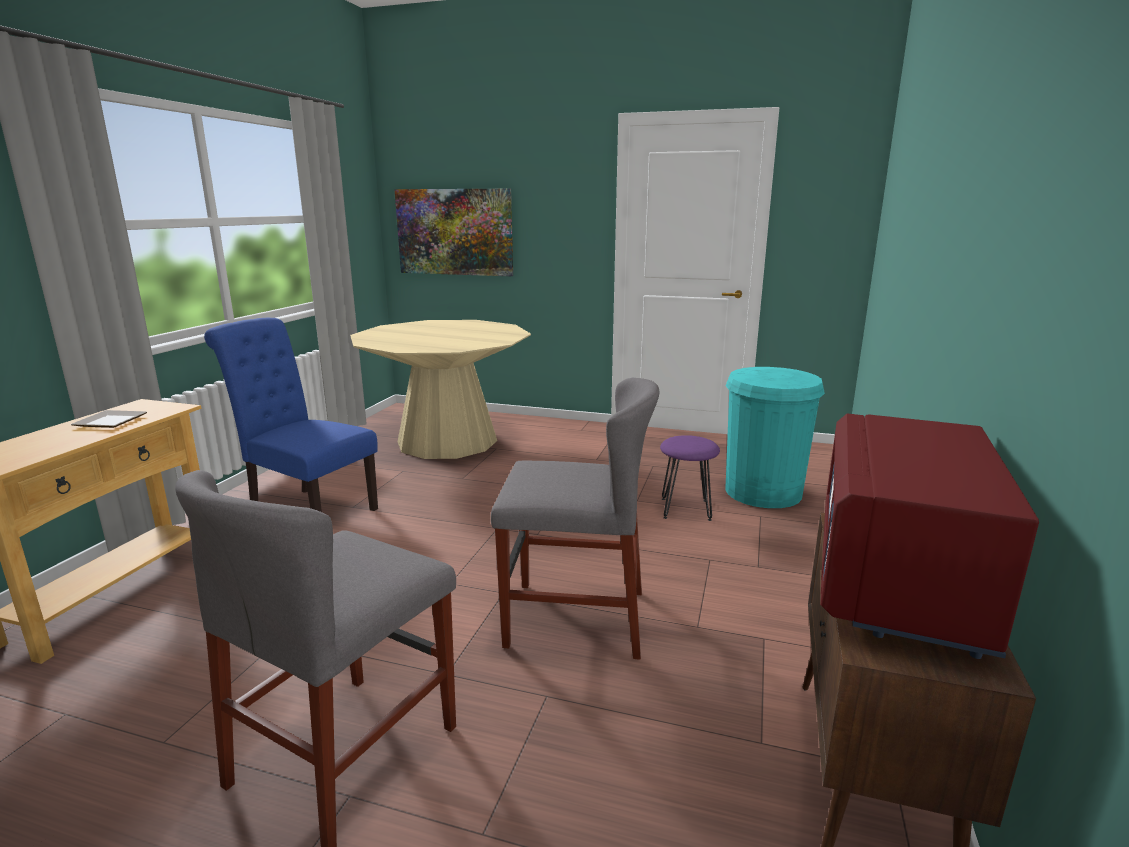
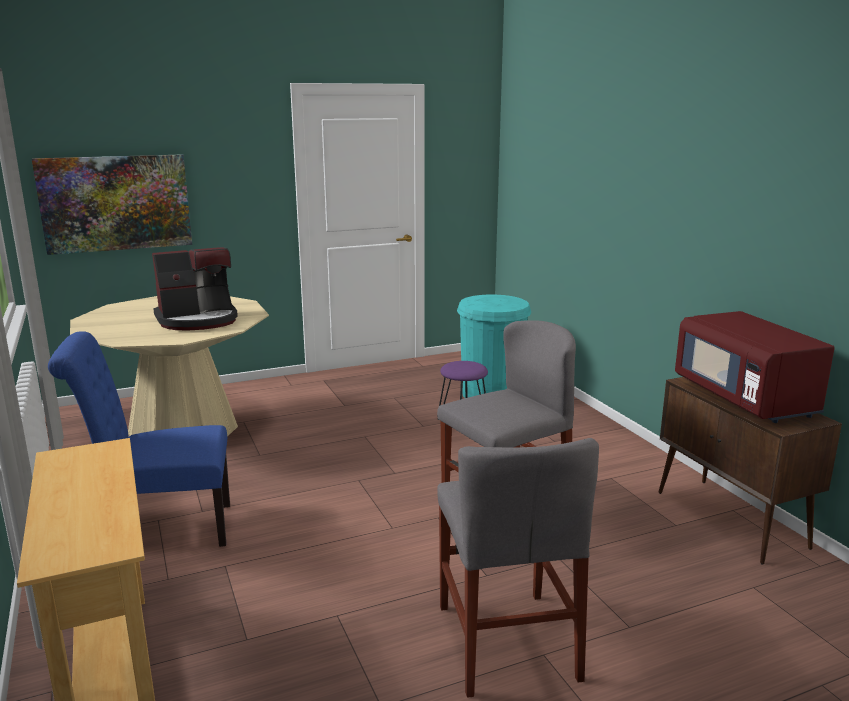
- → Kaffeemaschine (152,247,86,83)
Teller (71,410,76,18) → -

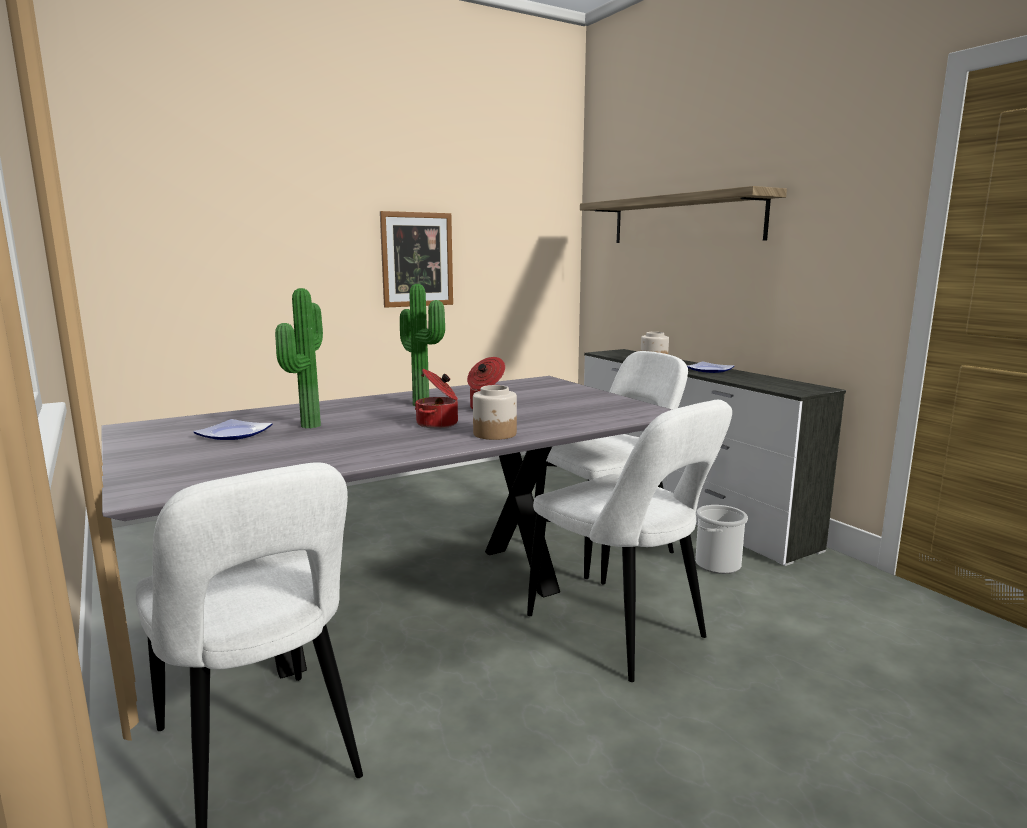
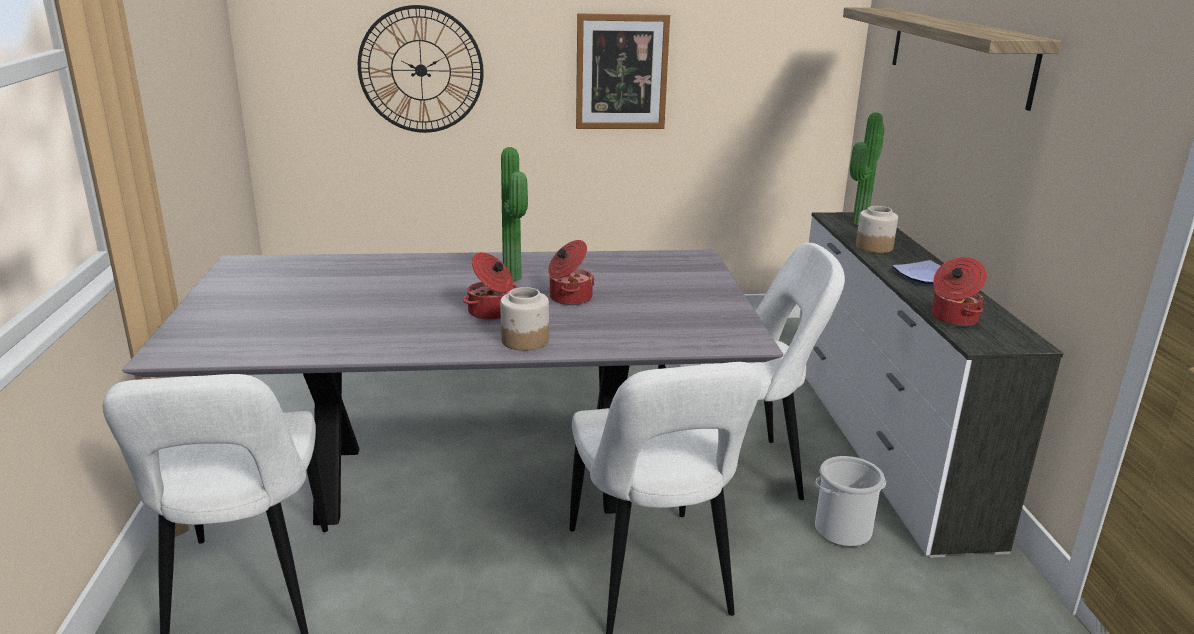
- → Wanduhr (358,5,126,128)
Topfpflanze (275,288,48,140) → Topfpflanze (850,112,35,113), move
- → Kochtopf (932,257,55,69)
Teller (193,419,79,21) → -

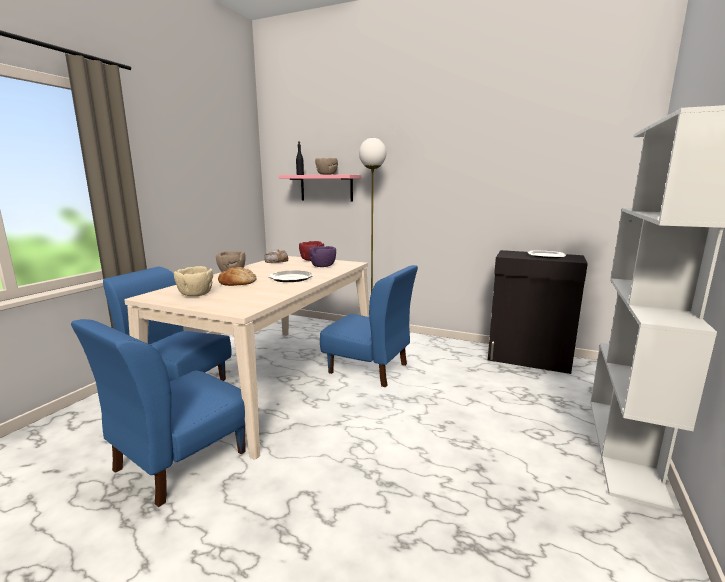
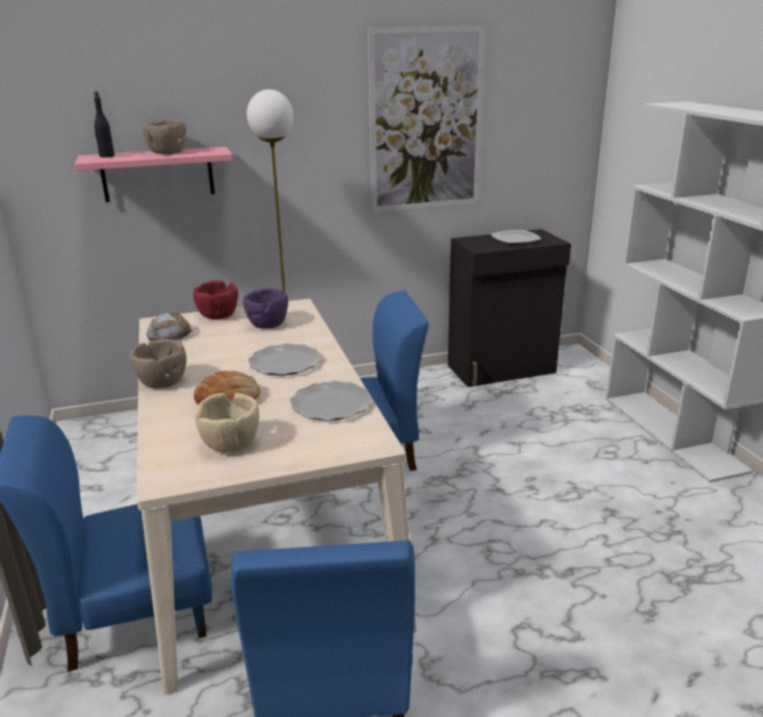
- → Teller (290,381,82,40)
- → Bild (368,25,117,187)

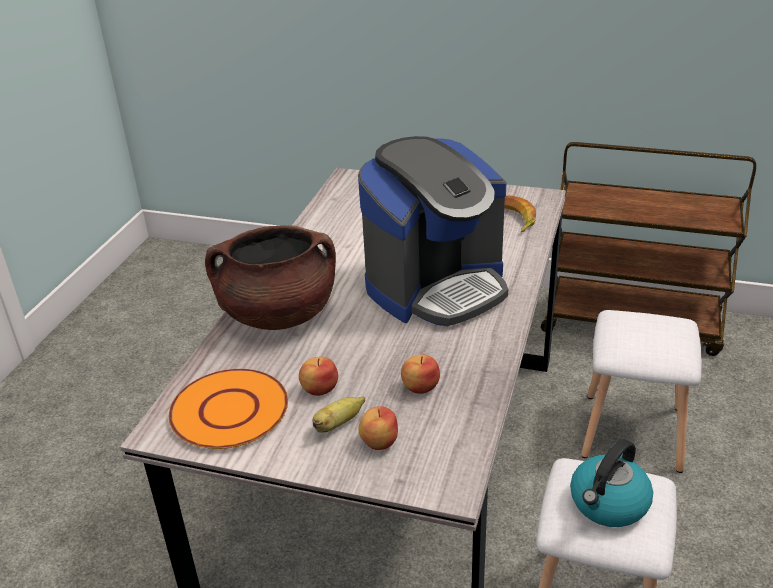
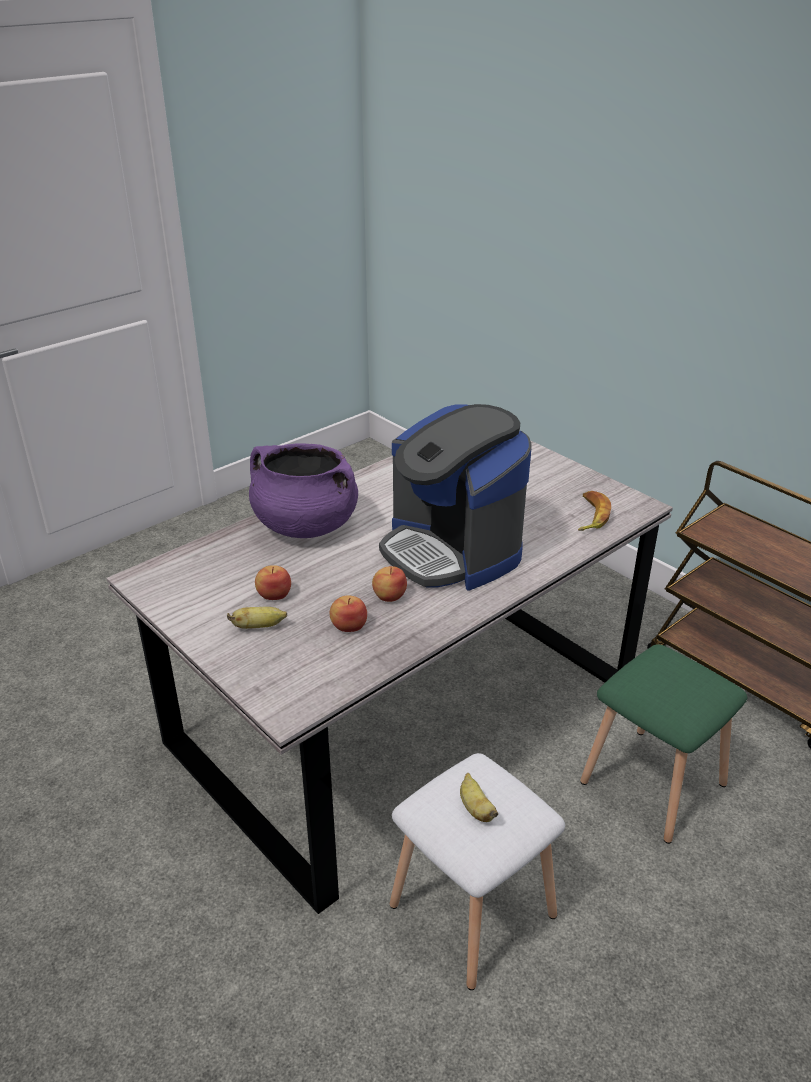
Kochtopf/braun (205,225,131,105) → Kochtopf/lila (249,443,109,95)
Apfel (358,406,40,44) → Apfel (372,566,35,36), move
Kaffeemaschine (358,136,150,190) → Kaffeemaschine (379,404,152,186), 60 degrees clockwise
Wasserkessel (570,439,83,88) → Banane (460,773,38,49)
Hocker/weiß (581,310,121,163) → Hocker/grün (580,644,167,200)
Teller/orange (169,369,119,80) → -

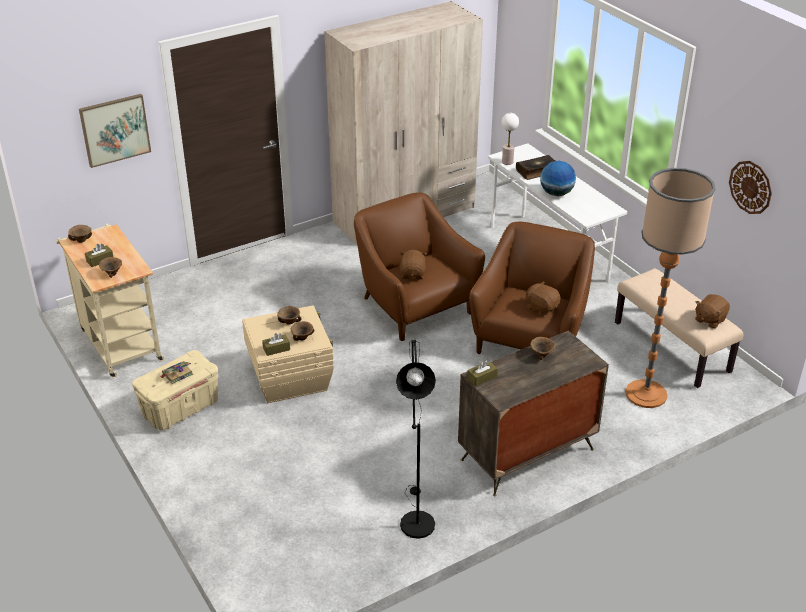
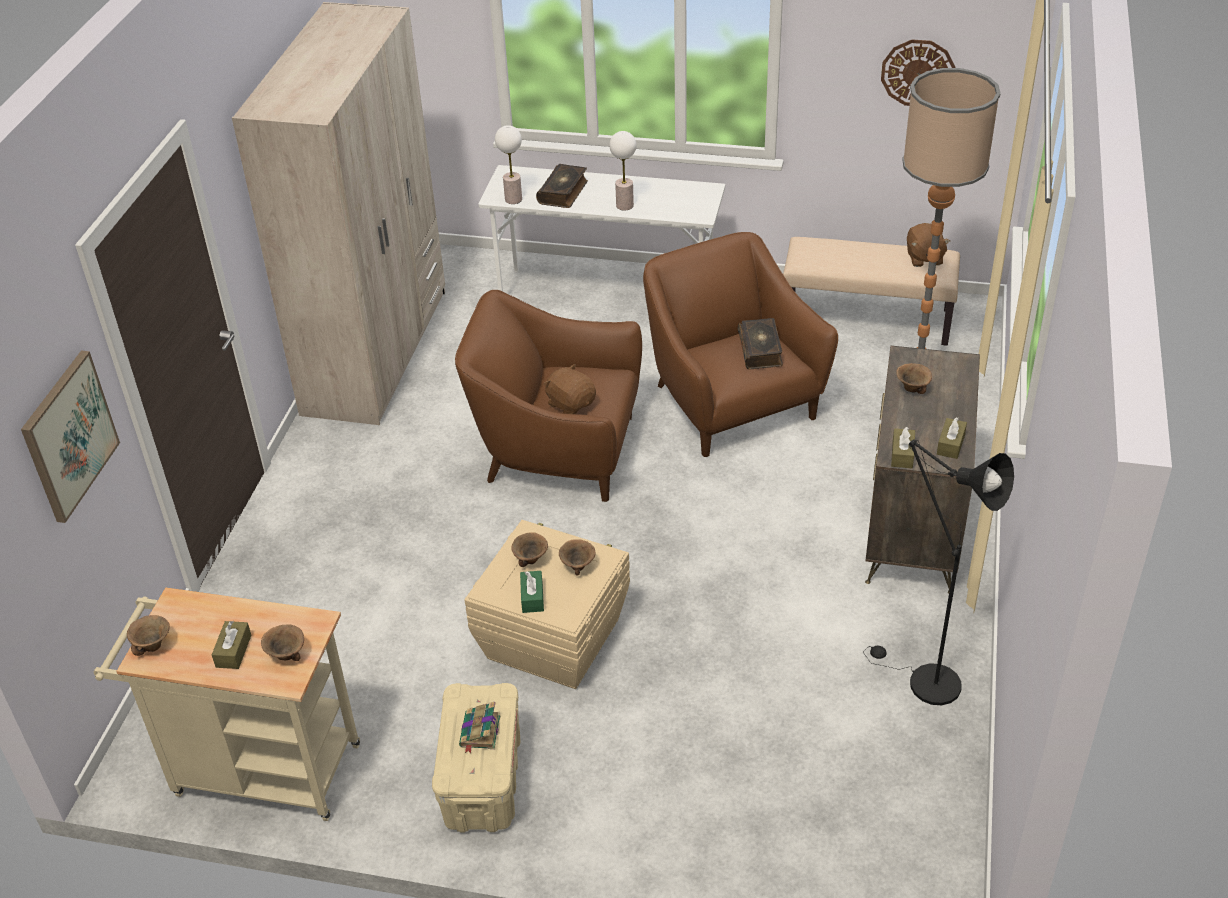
- → Taschentuchbox/grün (520,571,24,42)
Globus (540,161,36,35) → Tischlampe (609,131,28,80)
Plüschtier/braun (526,281,35,35) → Buch (738,318,45,51)
Taschentuchbox/braun (262,333,28,23) → Taschentuchbox/braun (937,417,30,42), move

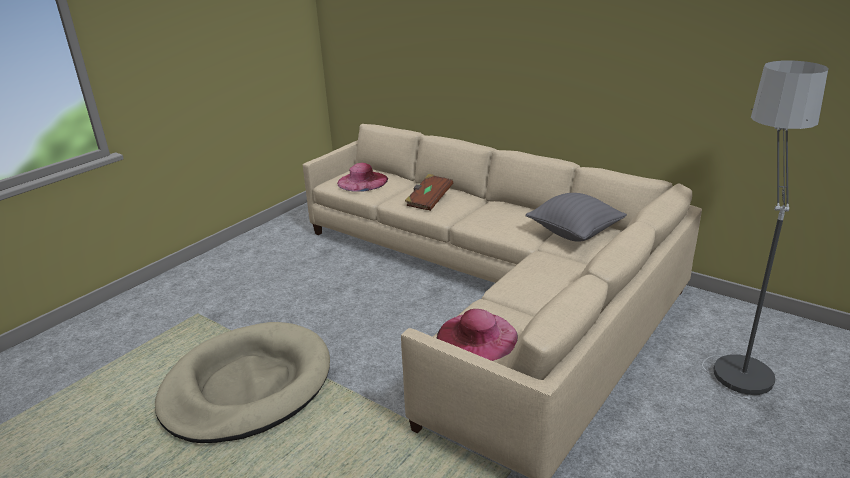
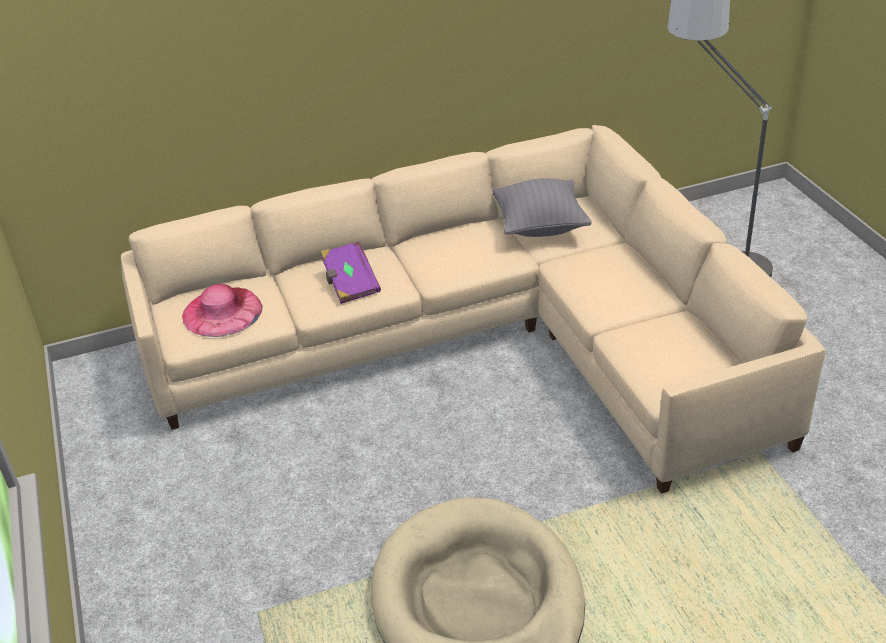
Buch/braun (405,174,48,37) → Buch/lila (320,242,61,62)
Hut/rosa (437,309,81,52) → -

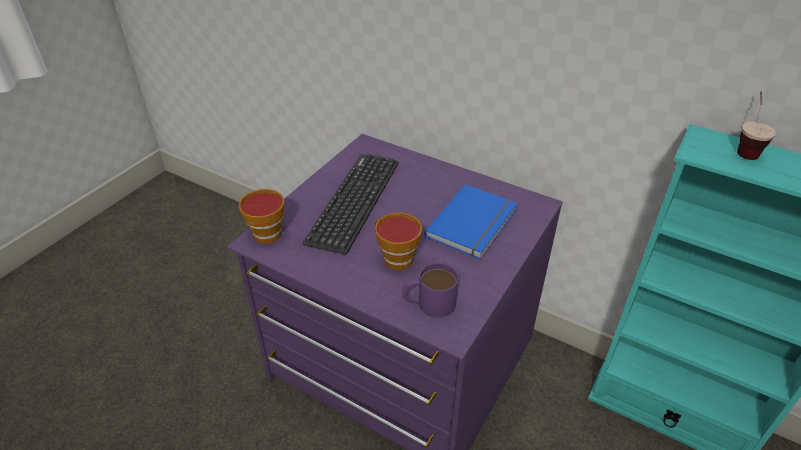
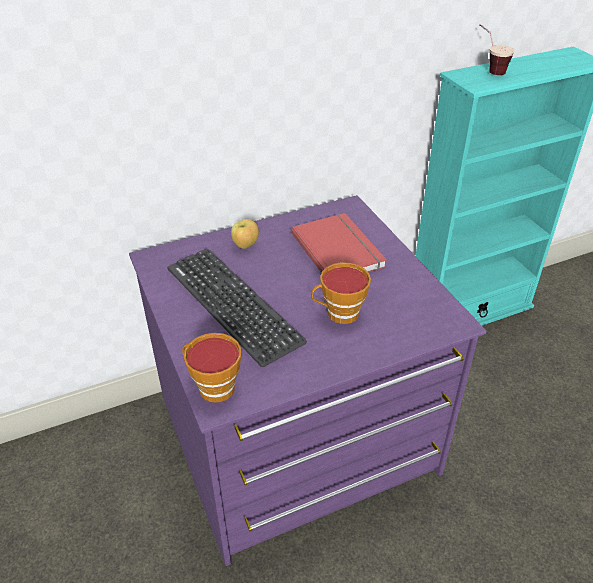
- → Apfel (231,219,28,30)
Buch/blau (424,185,93,74) → Buch/rot (291,213,96,60)
Henkelbecher/lila (402,263,56,54) → -

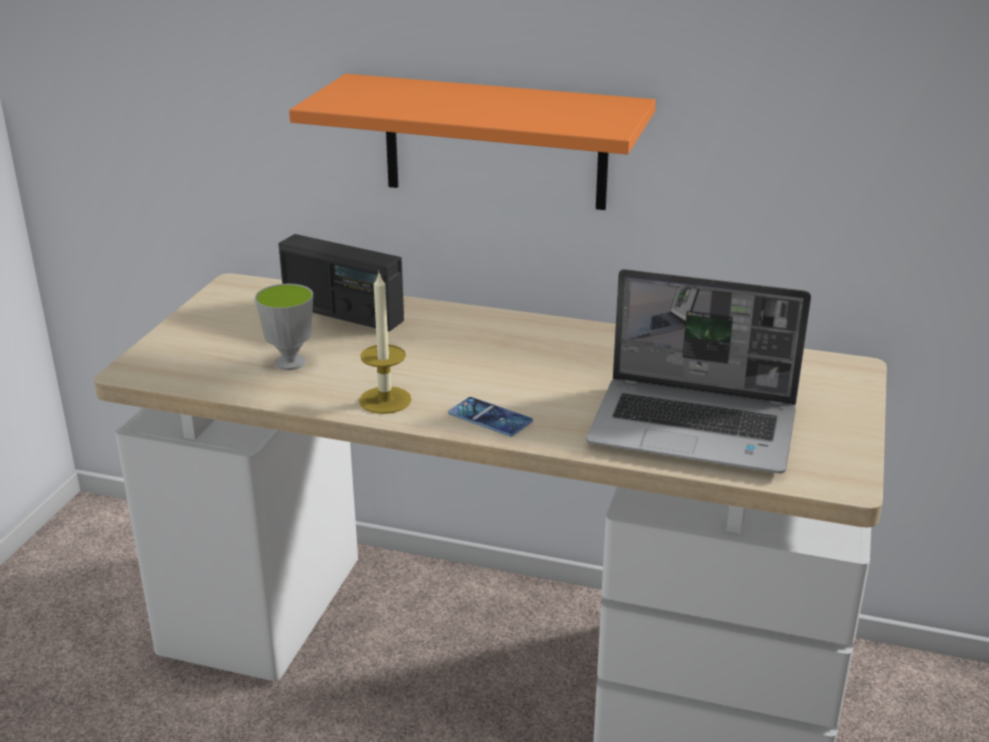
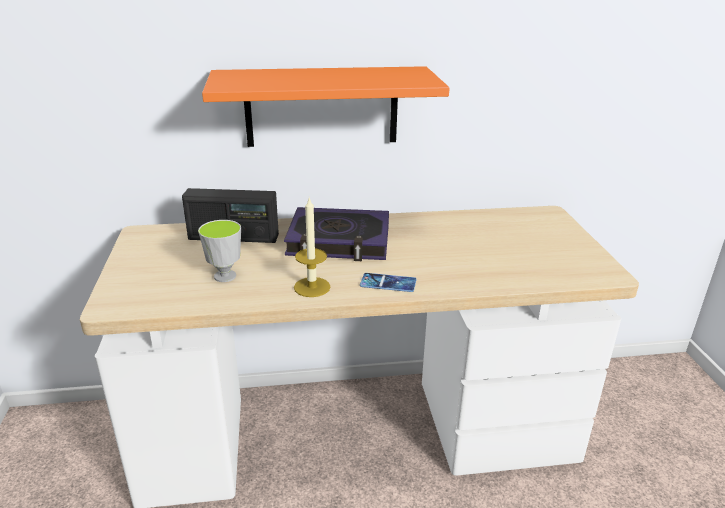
- → Buch (284,207,105,54)
Laptop (586,269,225,204) → -

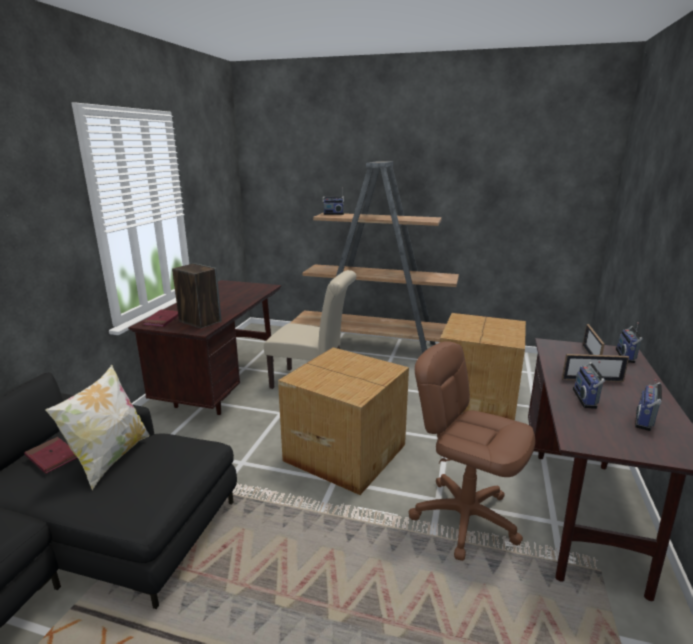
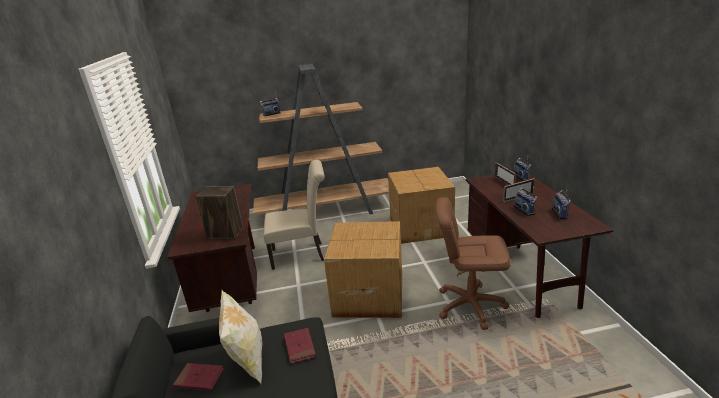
Buch/rot (142,309,36,18) → Buch/rot (284,328,32,36), move

